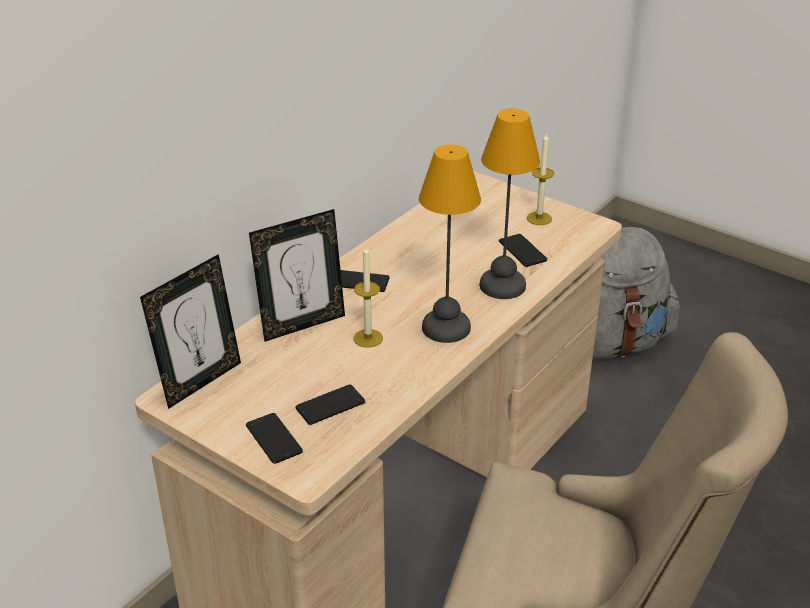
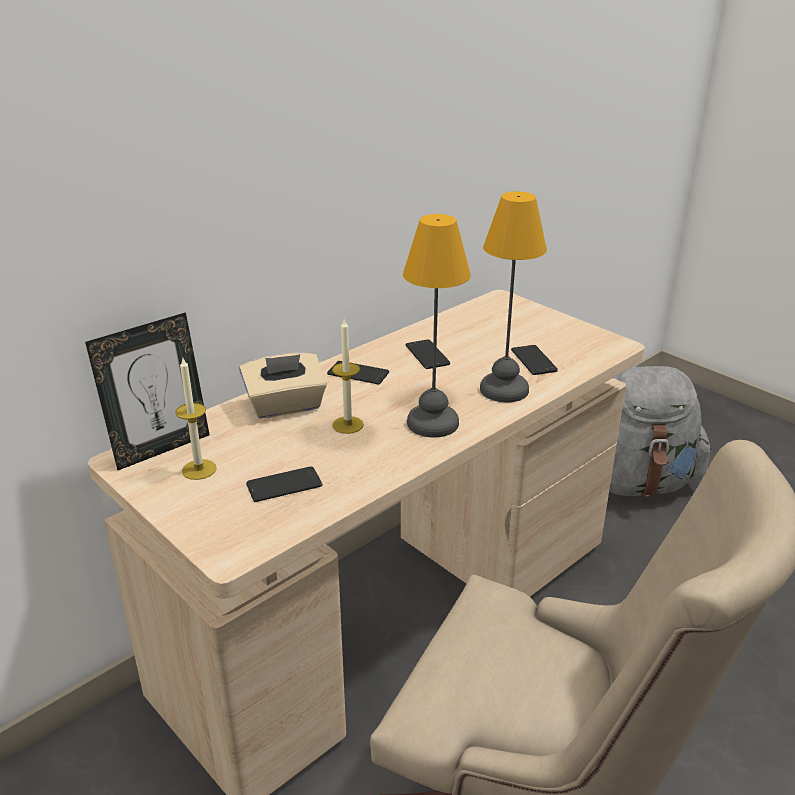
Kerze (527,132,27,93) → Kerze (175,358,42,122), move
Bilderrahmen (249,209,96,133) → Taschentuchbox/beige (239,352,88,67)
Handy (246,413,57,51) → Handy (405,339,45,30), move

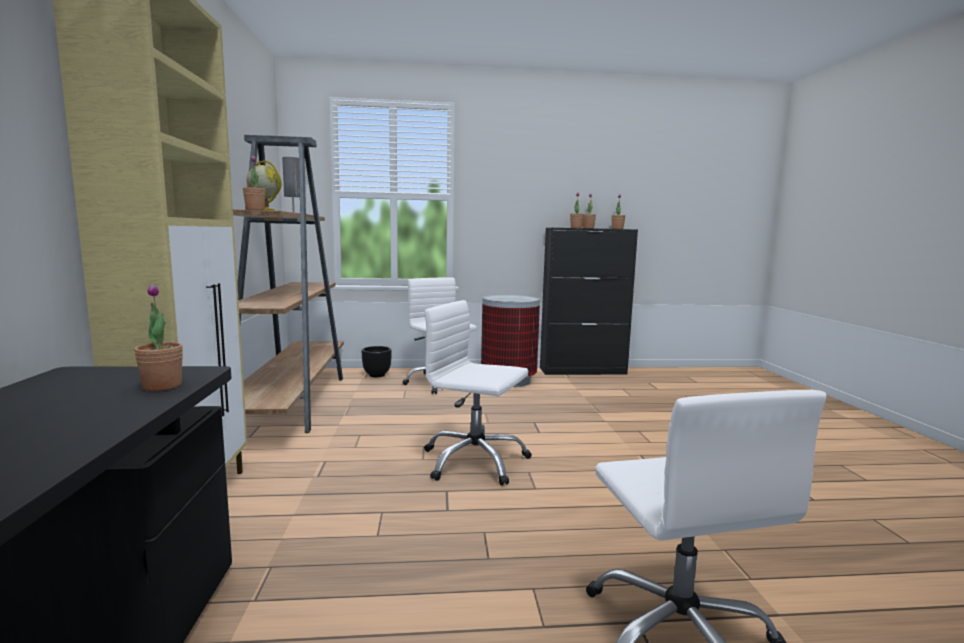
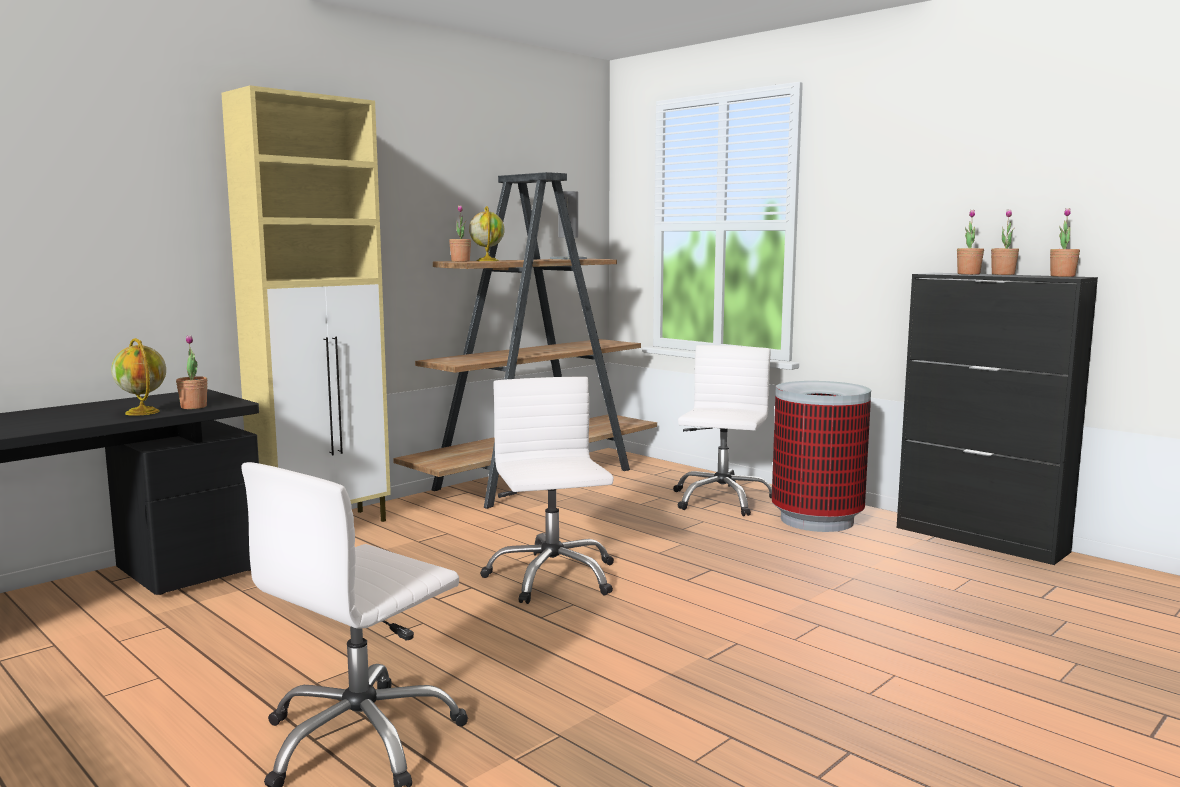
- → Globus (111,338,55,78)
Pflanzkübel/schwarz (362,346,30,31) → -

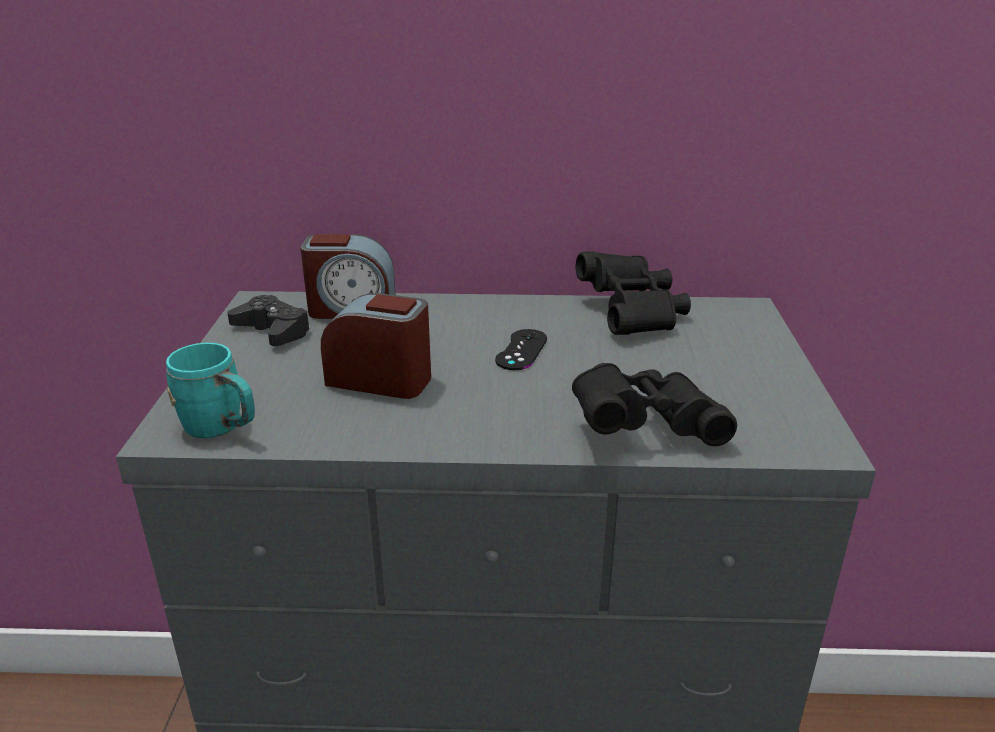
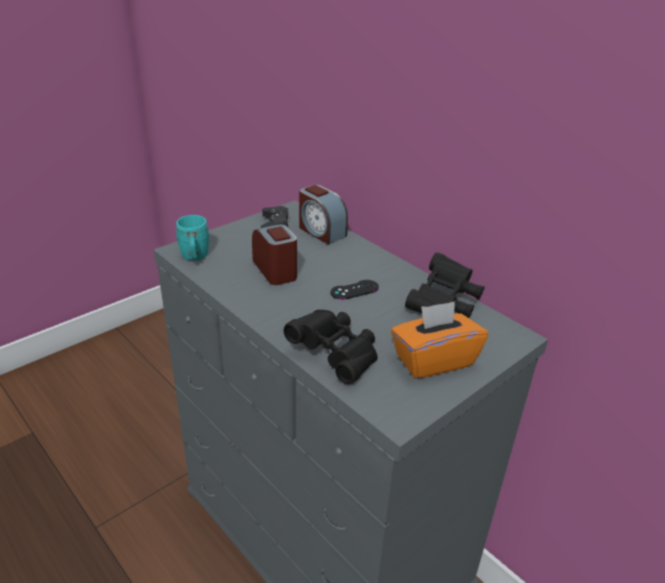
- → Taschentuchbox/orange (391,301,97,78)

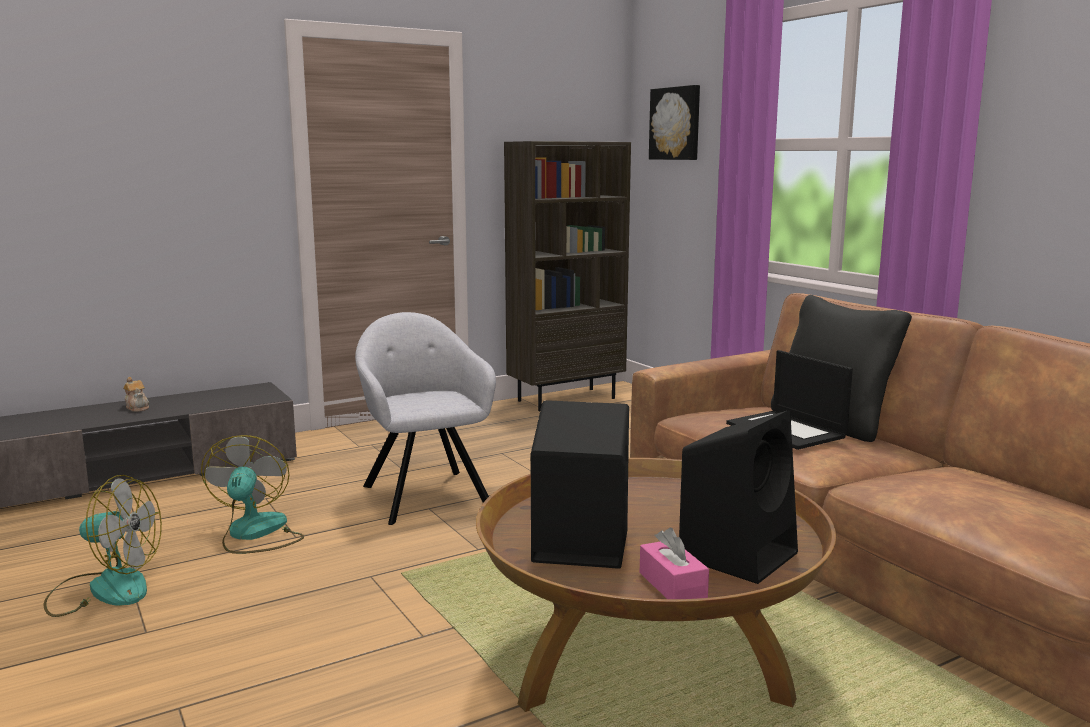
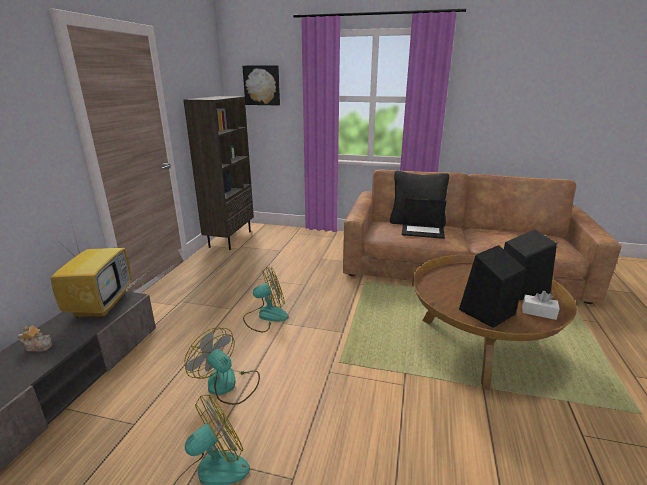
- → Fernseher (51,223,81,95)
Sessel/grau (355,312,141,213) → Ventilator (243,266,46,66)
Taschentuchbox/rosa (640,528,69,71) → Taschentuchbox/weiß (522,291,38,29)

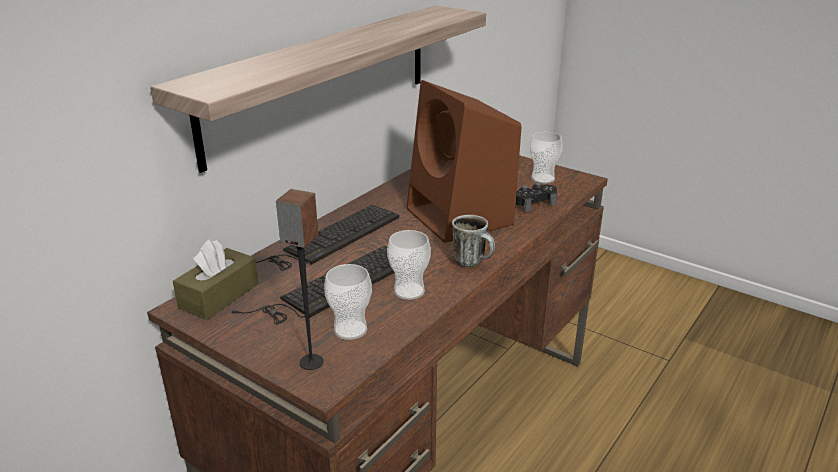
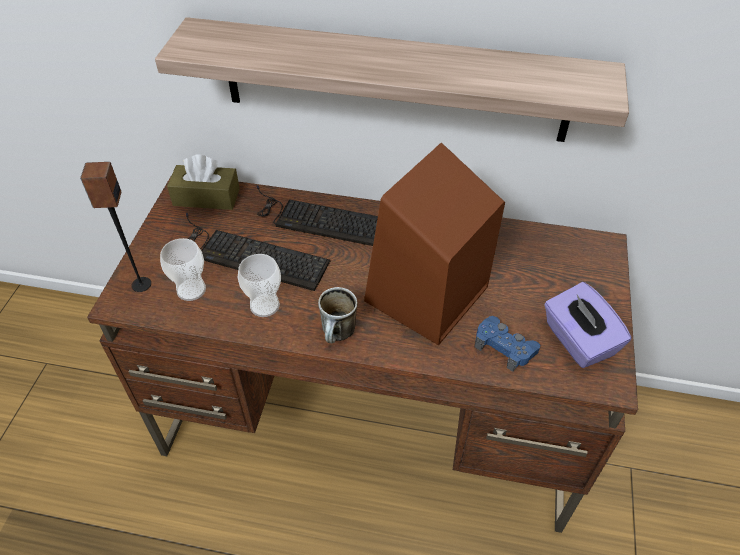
Gamepad/schwarz (516,182,41,30) → Gamepad/blau (474,316,66,56)
Tasse (529,132,34,52) → Taschentuchbox/lila (544,282,87,86)

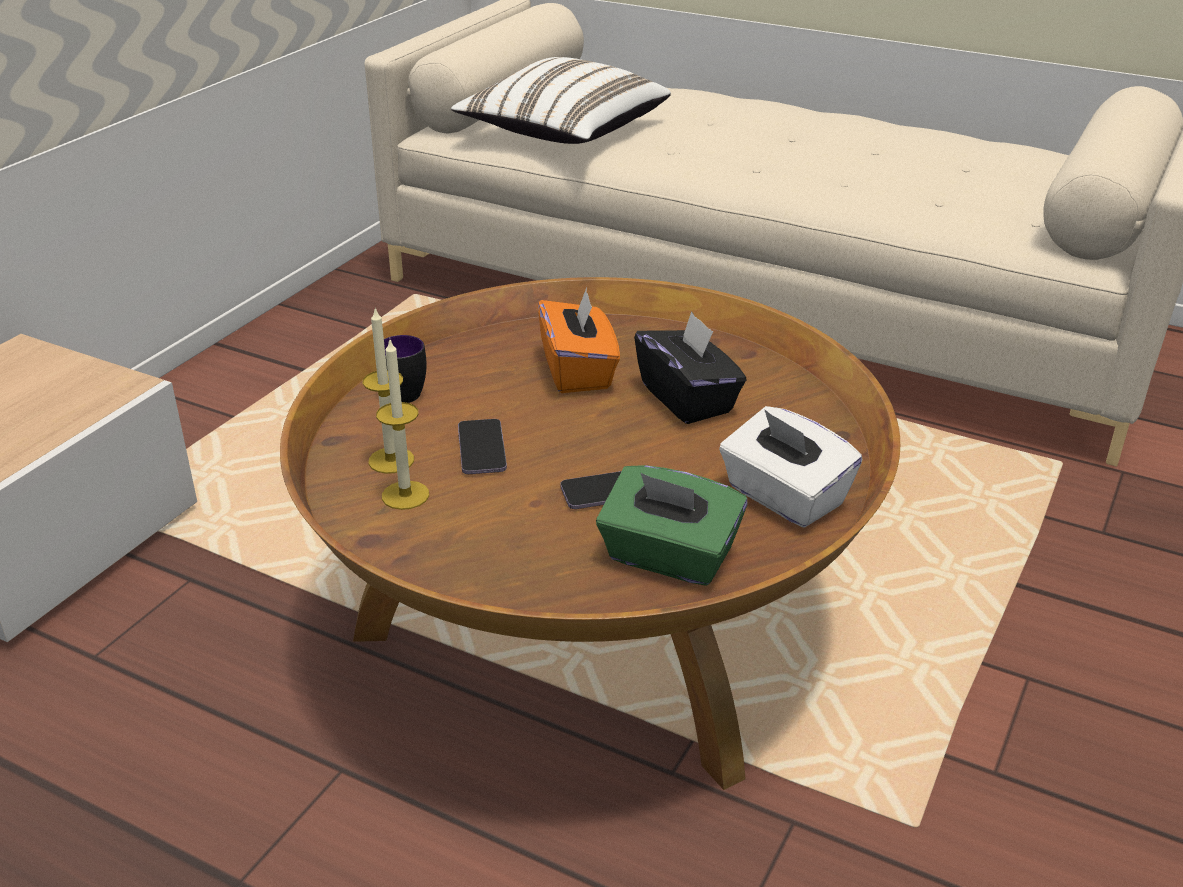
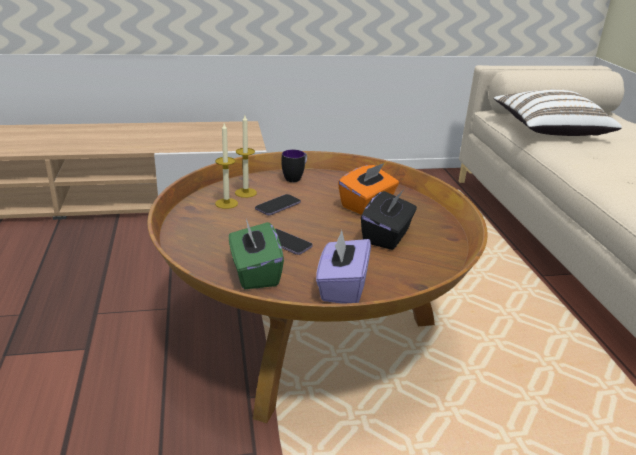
Taschentuchbox/weiß (719,406,144,122) → Taschentuchbox/lila (316,230,55,74)

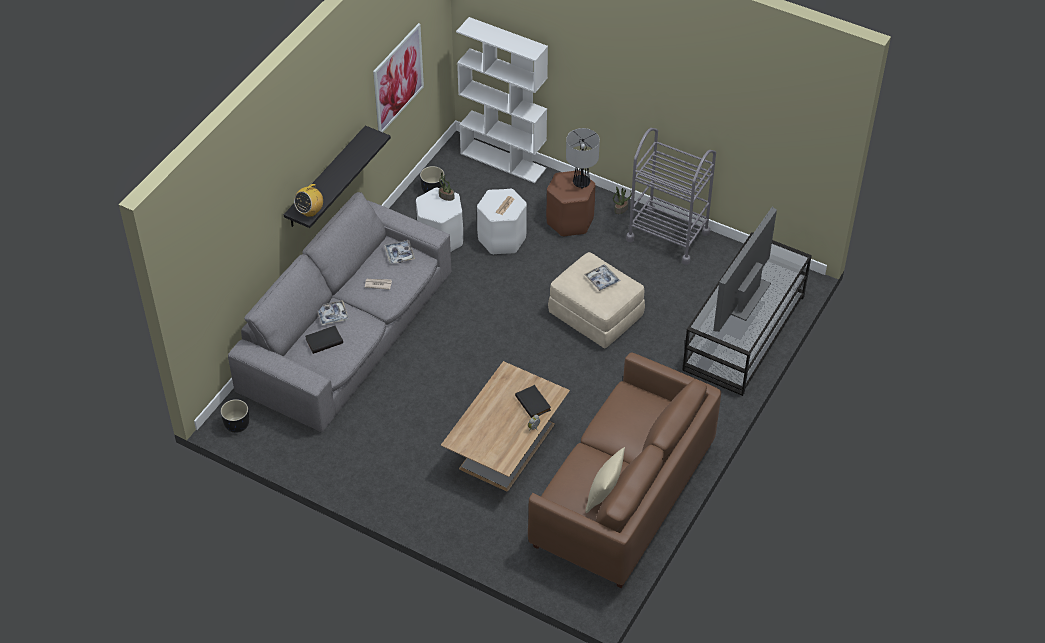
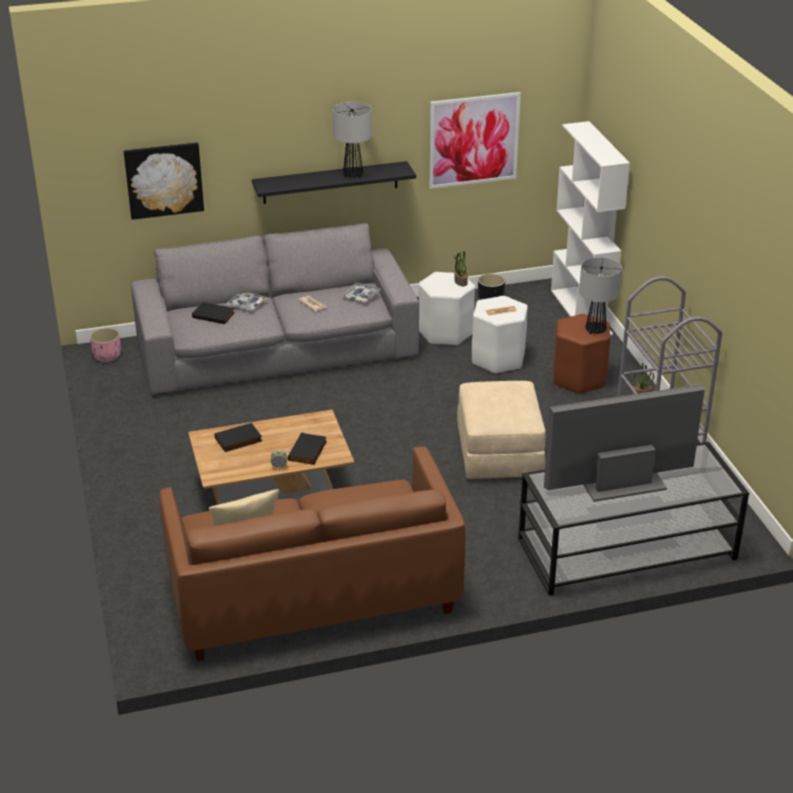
Pflanzkübel/schwarz (221,399,28,34) → Pflanzkübel/rosa (90,328,31,34)
- → Bild (124,142,80,78)
- → Buch/schwarz (215,423,47,29)
- → Tischlampe (333,102,39,75)
Radio (294,183,29,34) → -
Tablett (584,265,37,26) → -

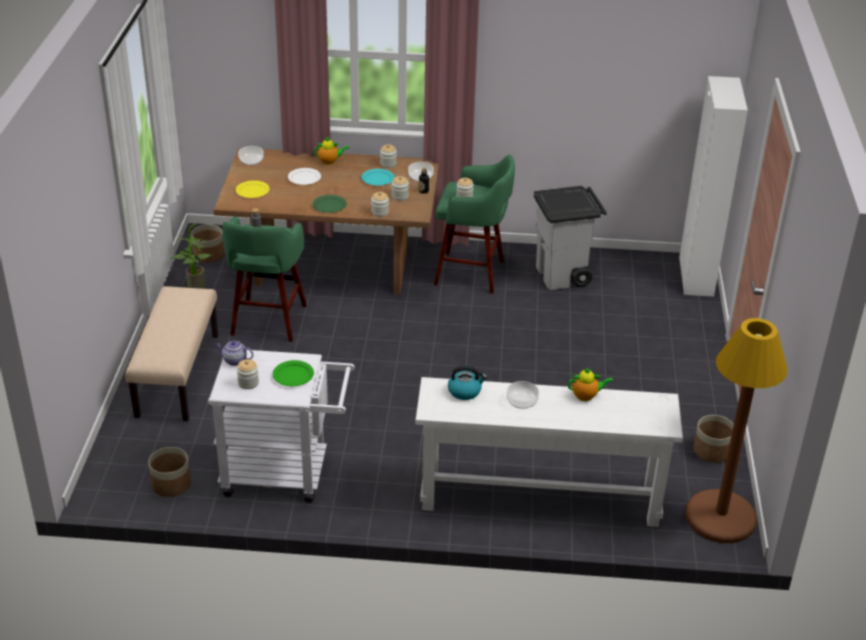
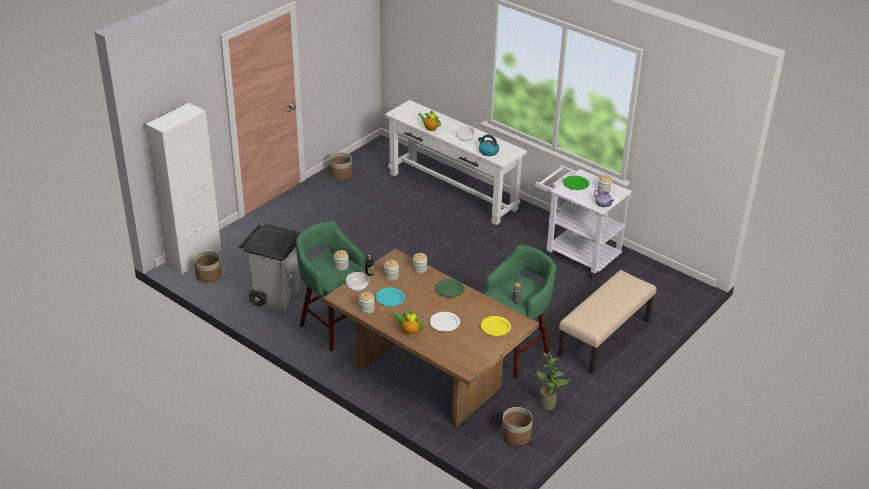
Pflanzkübel (148,447,43,50) → Pflanzkübel (194,251,28,32), move
Schüssel (238,146,26,20) → -
Stehlampe/braun (685,318,102,225) → -

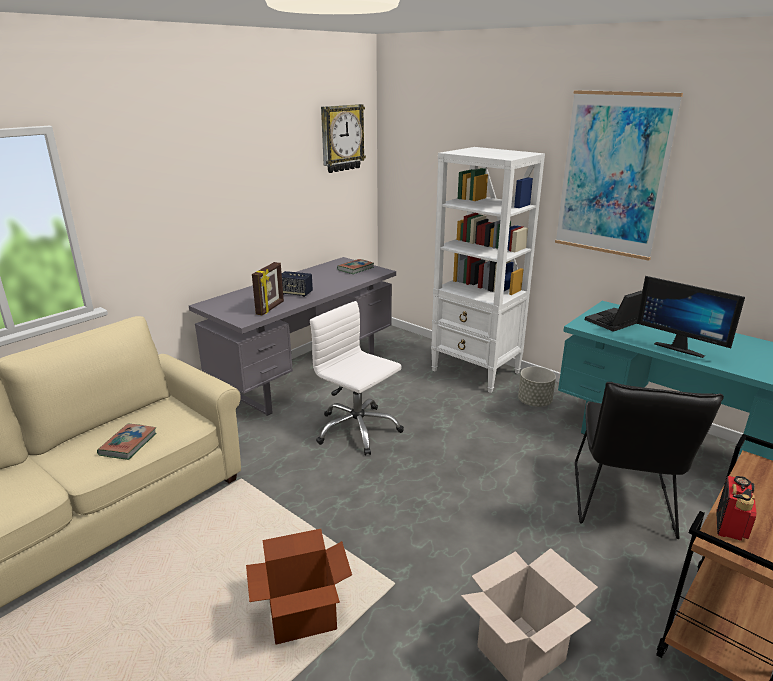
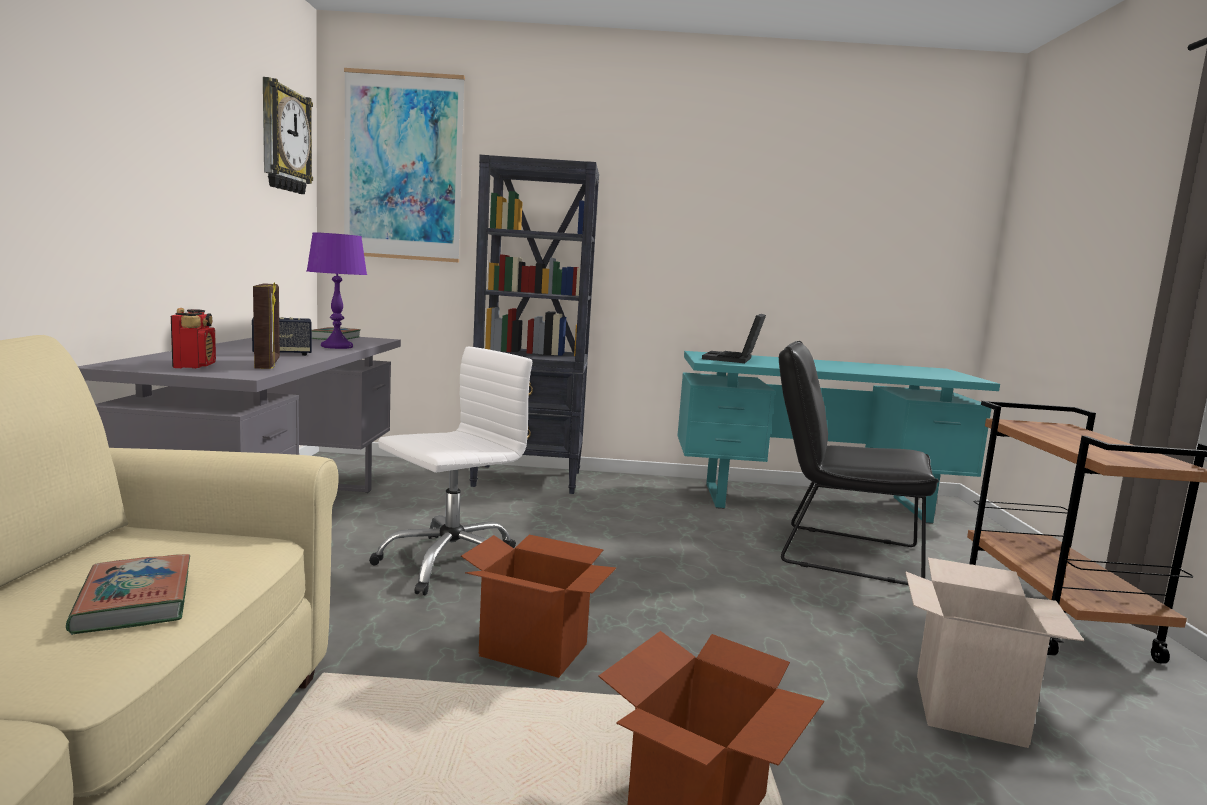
Radio (716,476,41,65) → Radio (171,308,45,61), move
- → Tischlampe/lila (307,232,60,117)
Bild (555,90,128,171) → Bild (344,68,121,194), move
Bürostuhl/weiß (310,301,94,154) → Bürostuhl/weiß (369,347,163,248), 135 degrees clockwise
- → Karton (461,535,155,143)
Bücherregal/weiß (431,147,114,246) → Bücherregal/schwarz (470,155,129,339)
Stuhl/schwarz (575,382,149,157) → Stuhl/schwarz (779,341,160,244), 135 degrees clockwise
Pflanzkübel/grau (518,367,38,40) → -
Monitor (636,276,109,82) → -

